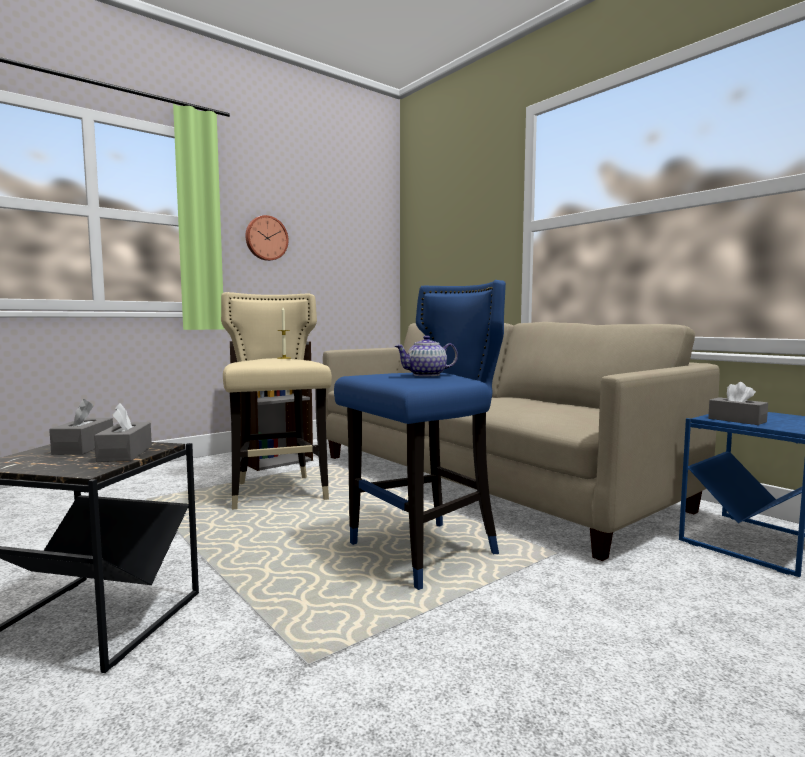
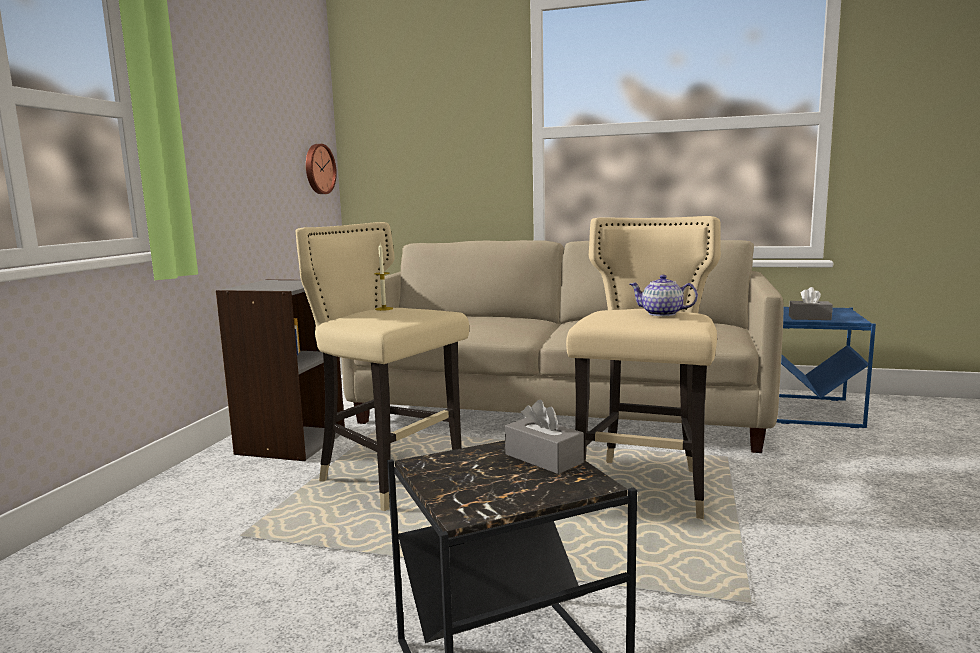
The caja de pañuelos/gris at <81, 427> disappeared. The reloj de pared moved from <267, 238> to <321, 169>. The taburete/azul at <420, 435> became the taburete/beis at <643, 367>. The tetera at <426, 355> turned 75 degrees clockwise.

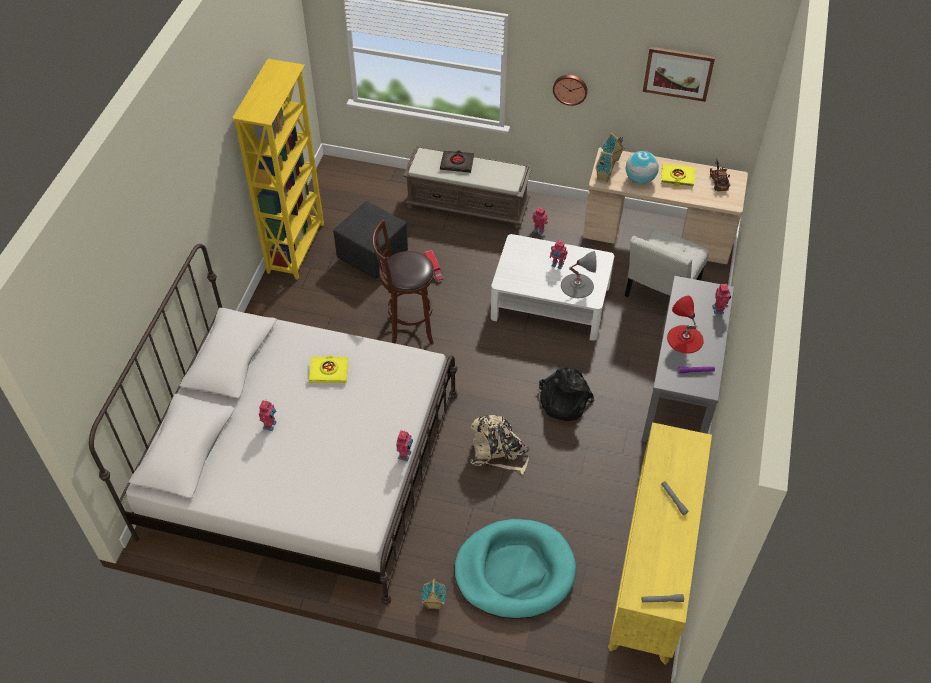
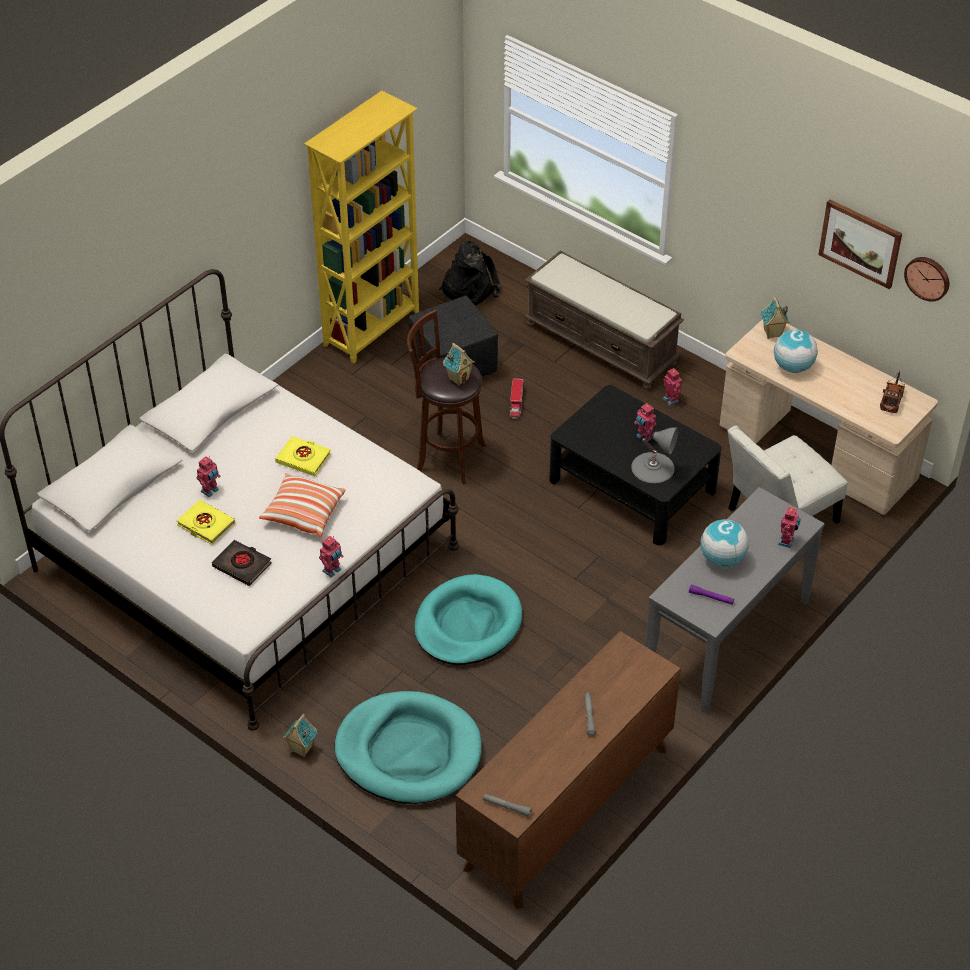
The cojín at <302, 505> appeared. The libro/negro moved from <457, 162> to <242, 563>. The mochila/negro moved from <566, 394> to <469, 273>. The reloj de pared moved from <570, 90> to <926, 279>. The casita moved from <605, 166> to <459, 364>. The libro/amarillo moved from <678, 175> to <205, 522>. The mochila/beis at <499, 444> was replaced by the cama para perro/turquesa at <468, 619>. The lámpara de mesa/rojo at <685, 325> was replaced by the globo terráqueo at <724, 543>. The mesa de centro/blanco at <552, 287> became the mesa de centro/negro at <635, 465>. The cómoda/amarillo at <660, 543> became the cómoda/marrón at <568, 770>.

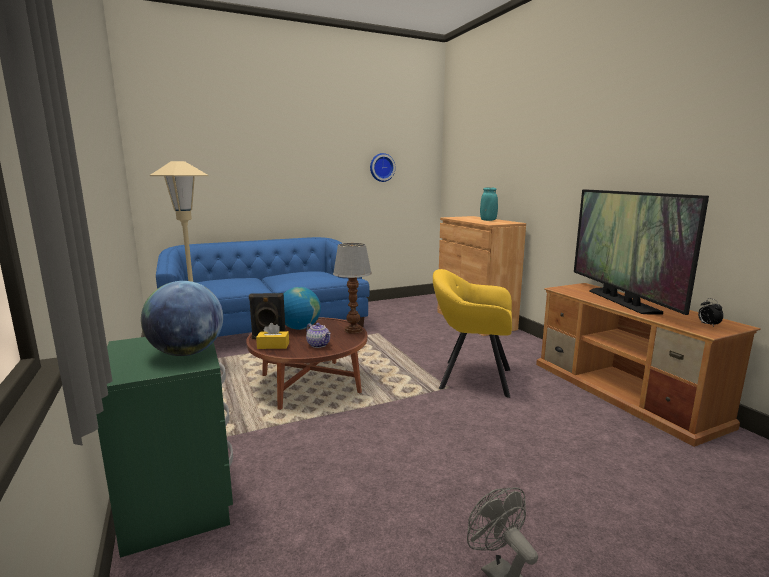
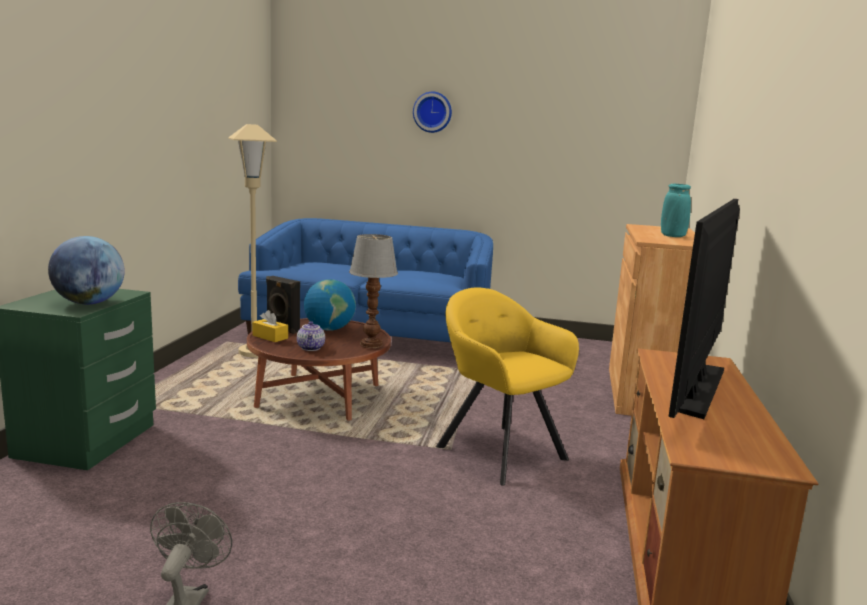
The despertador at <710, 312> disappeared. The reloj de pared moved from <382, 167> to <432, 112>.

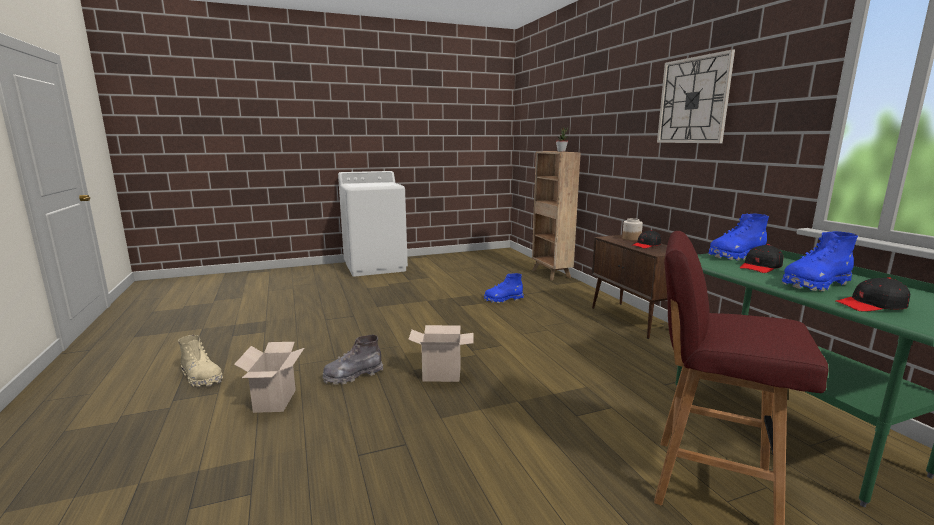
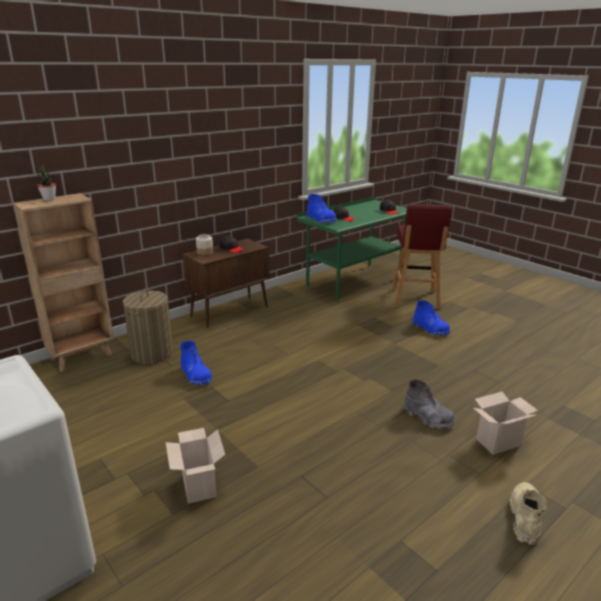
The reloj de pared at <696, 96> disappeared. The cesto de la ropa at <148, 326> appeared. The caja de cartón moved from <440, 353> to <195, 466>. The bota/azul moved from <820, 261> to <431, 318>.

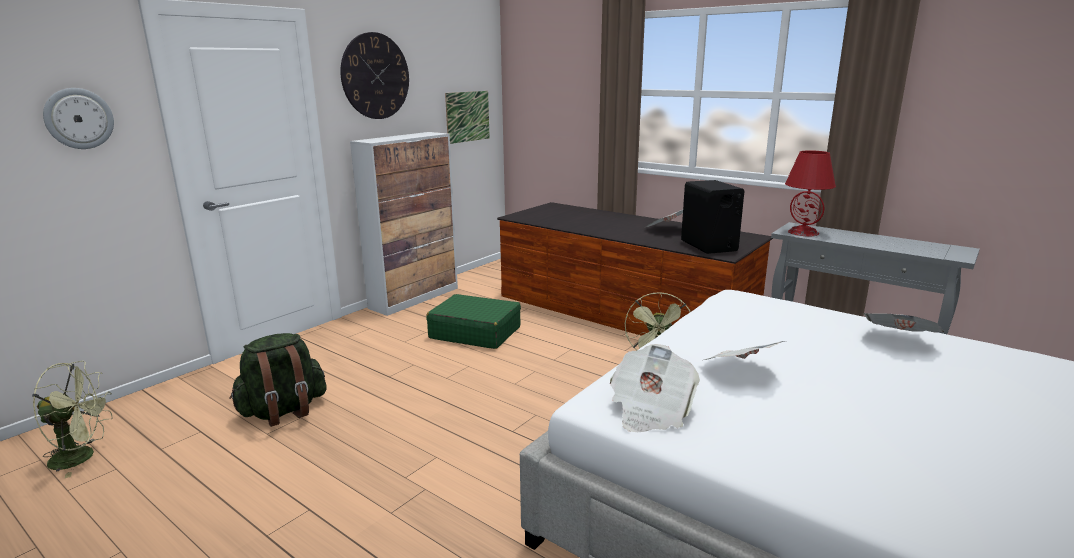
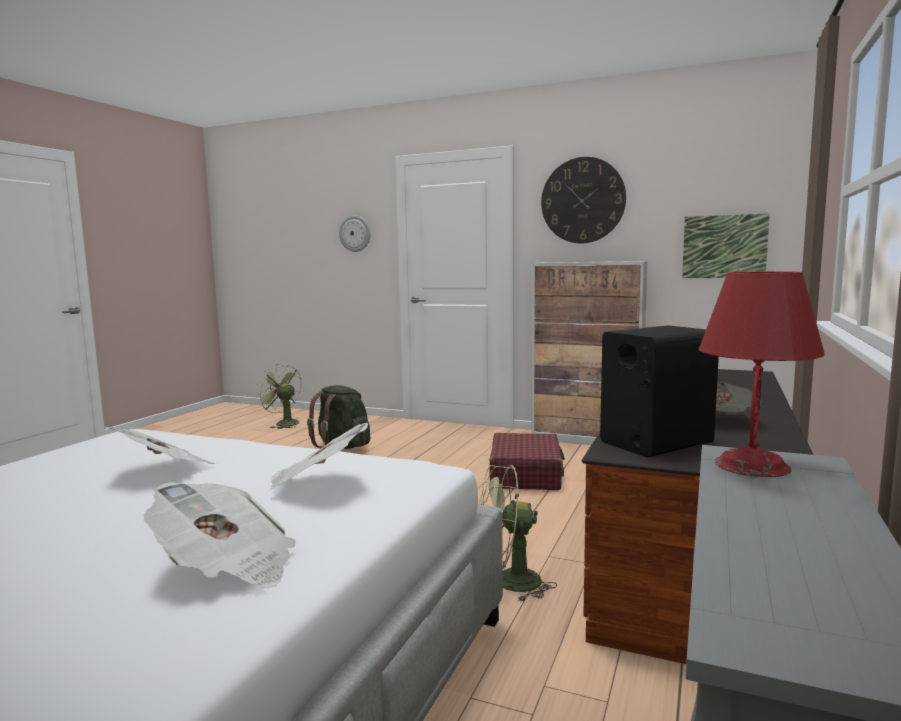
The periódico moved from <655, 388> to <319, 456>. The maleta/verde at <474, 321> became the maleta/rojo at <527, 461>. The ventilador/verde at <72, 419> turned 150 degrees clockwise.

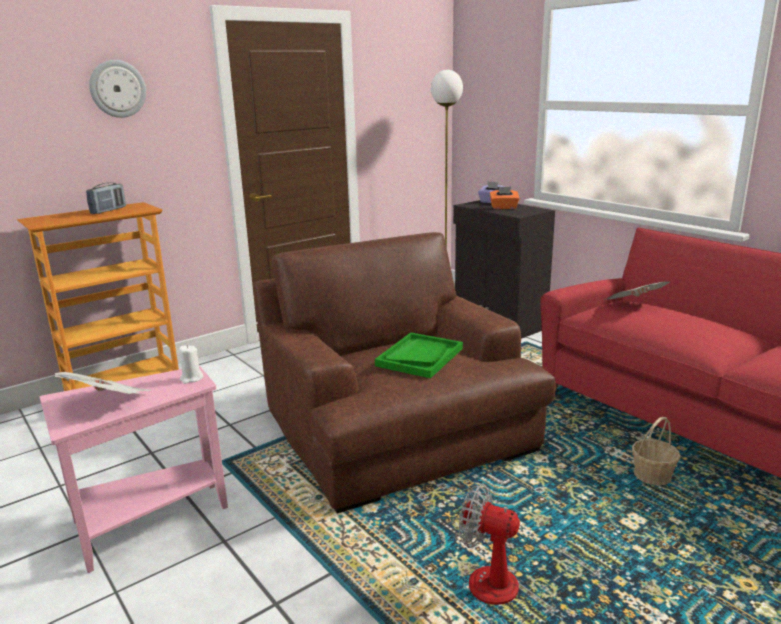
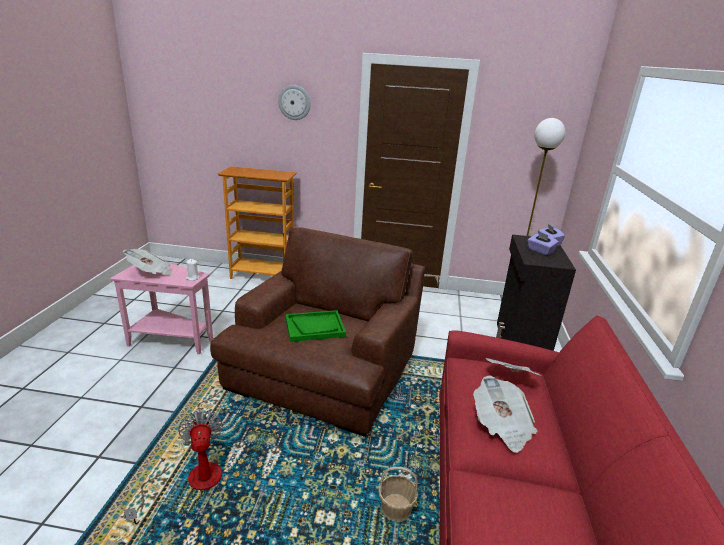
The radio at <106, 198> disappeared. The periódico at <505, 414> appeared. The caja de pañuelos/naranja at <504, 198> became the caja de pañuelos/morado at <543, 243>.

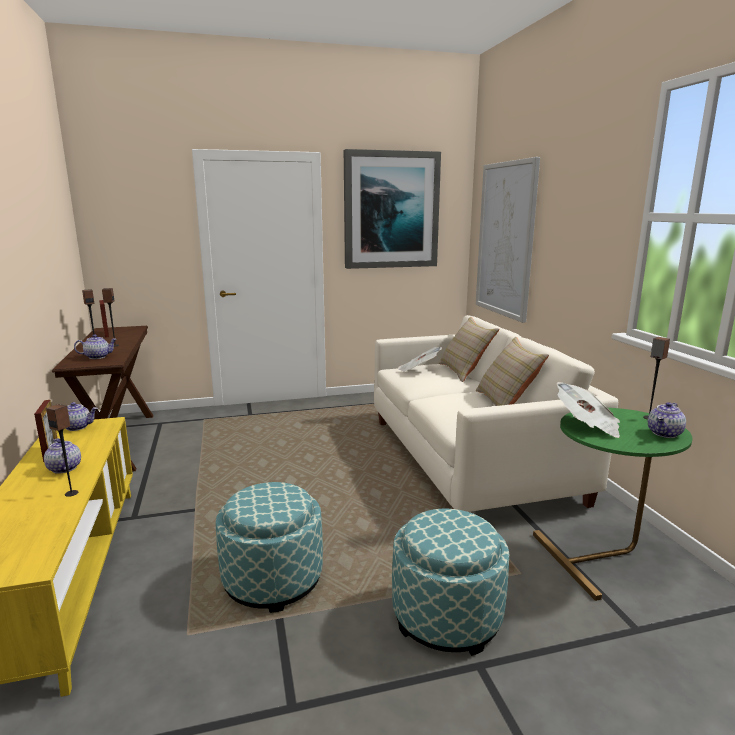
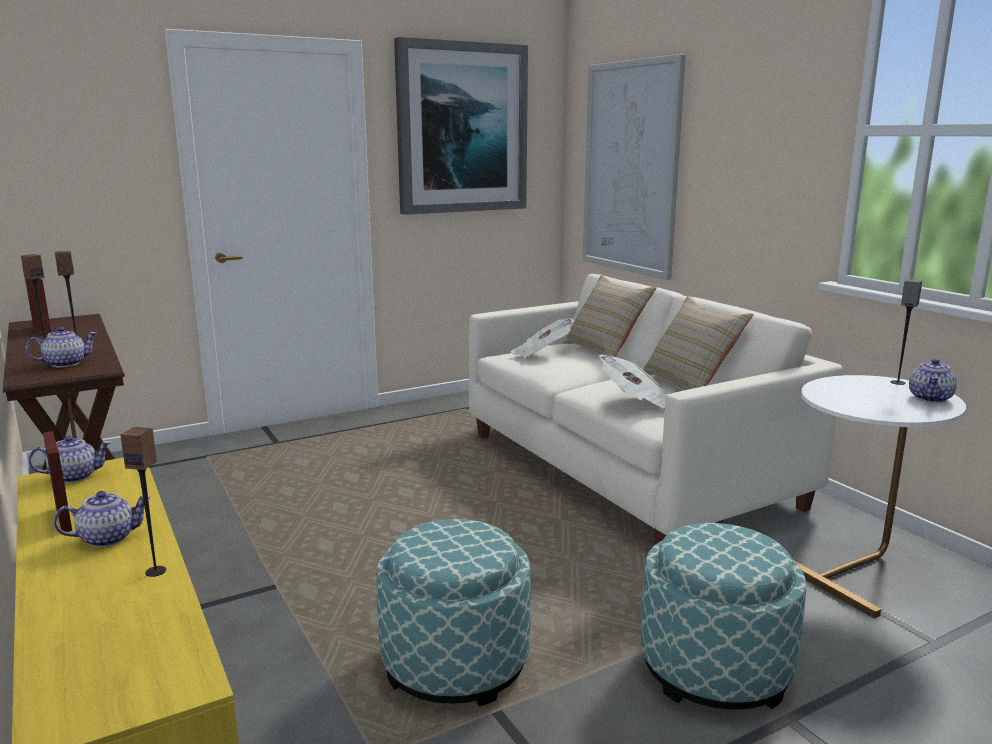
The periódico moved from <588, 410> to <633, 381>. The mesa auxiliar/verde at <612, 504> became the mesa auxiliar/blanco at <879, 497>. The tetera at <62, 456> turned 120 degrees clockwise.

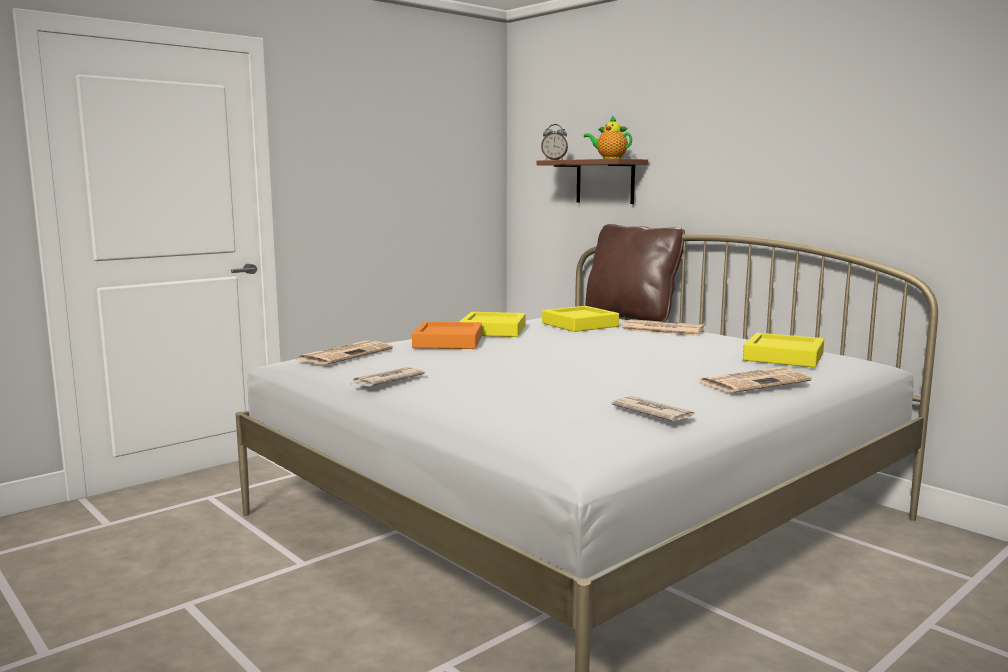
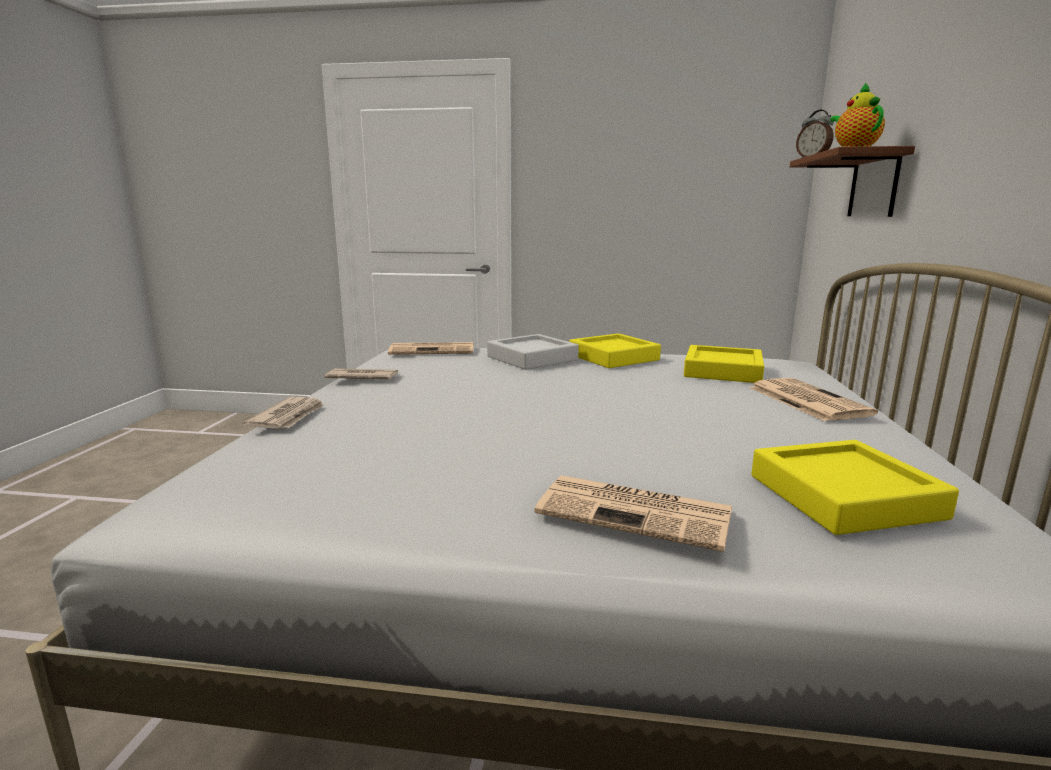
The cojín/marrón at <635, 273> disappeared. The periódico moved from <653, 408> to <283, 413>. The bandeja/naranja at <447, 335> became the bandeja/gris at <533, 352>.

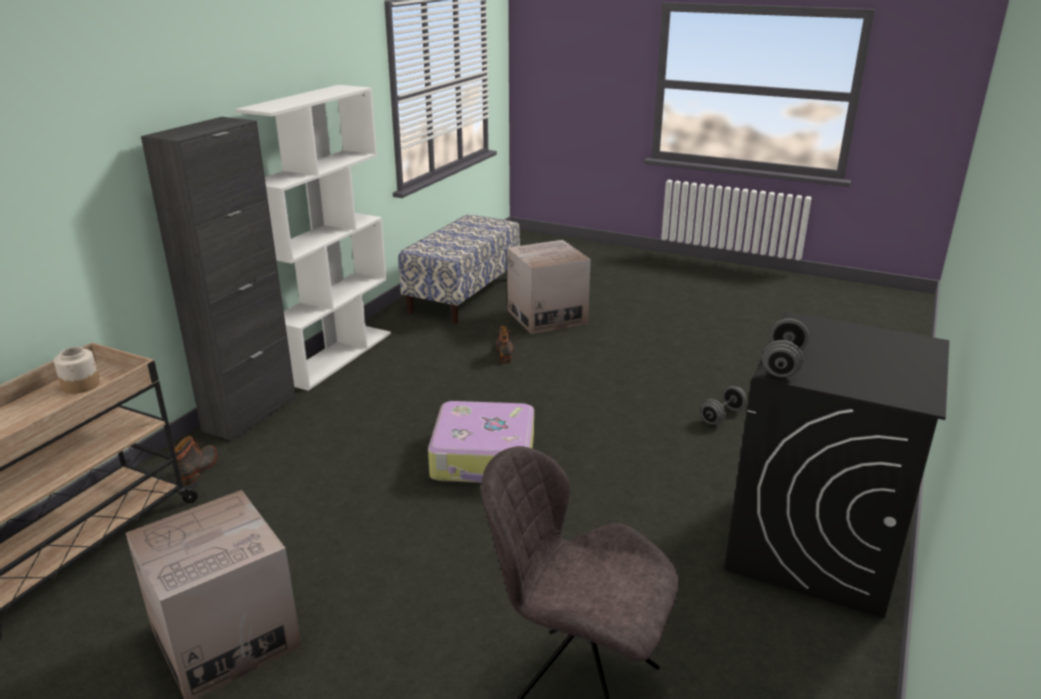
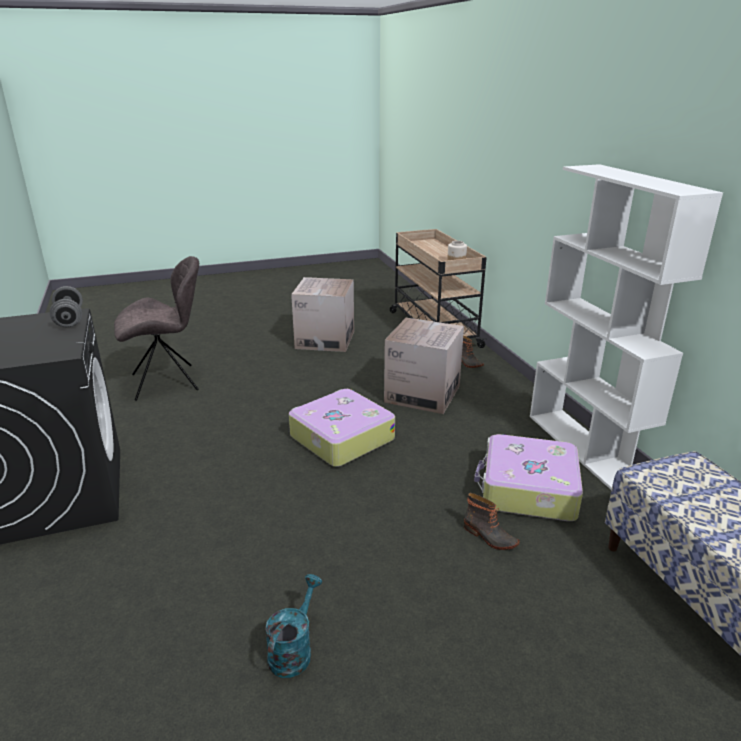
The armario/negro at <218, 279> disappeared. The mancuerna/gris at <724, 405> disappeared. The regadera/turquesa at <293, 626> appeared. The maleta at <528, 477> appeared. The caja de cartón moved from <549, 287> to <424, 366>.

